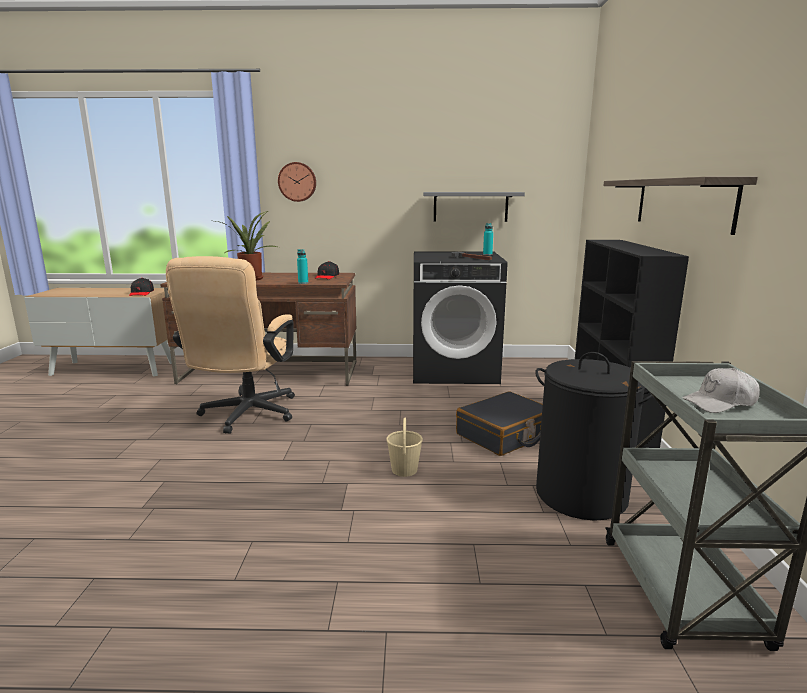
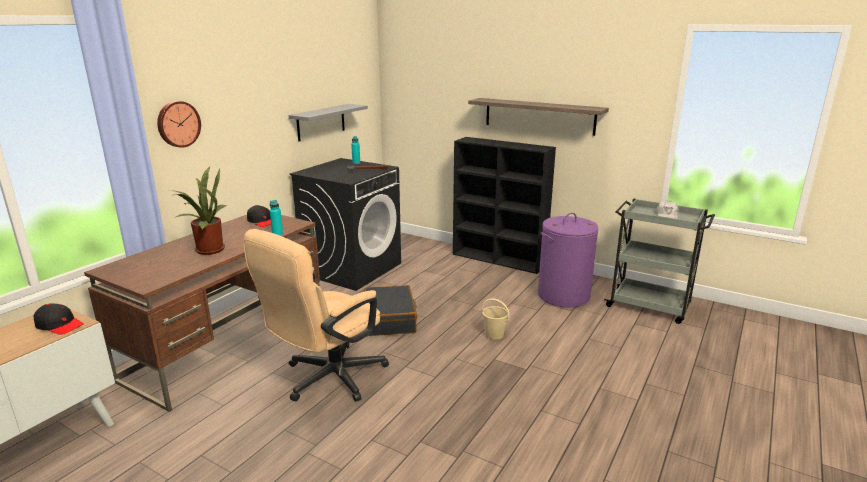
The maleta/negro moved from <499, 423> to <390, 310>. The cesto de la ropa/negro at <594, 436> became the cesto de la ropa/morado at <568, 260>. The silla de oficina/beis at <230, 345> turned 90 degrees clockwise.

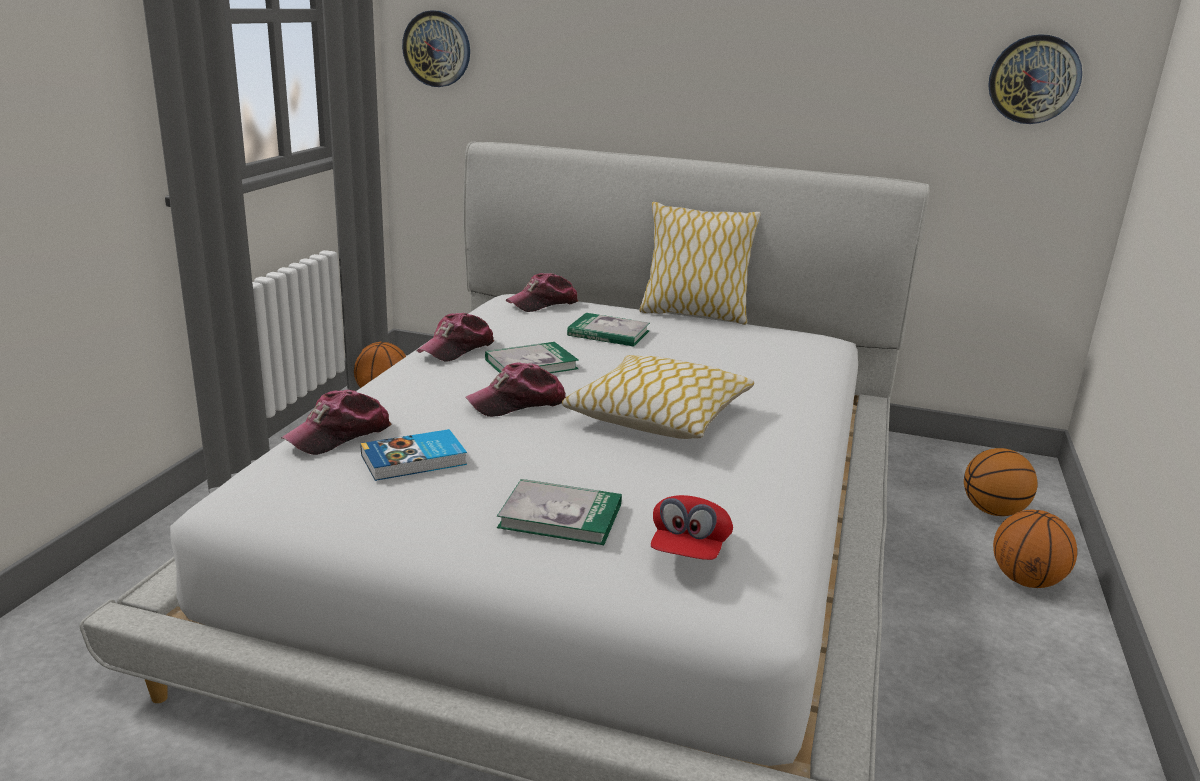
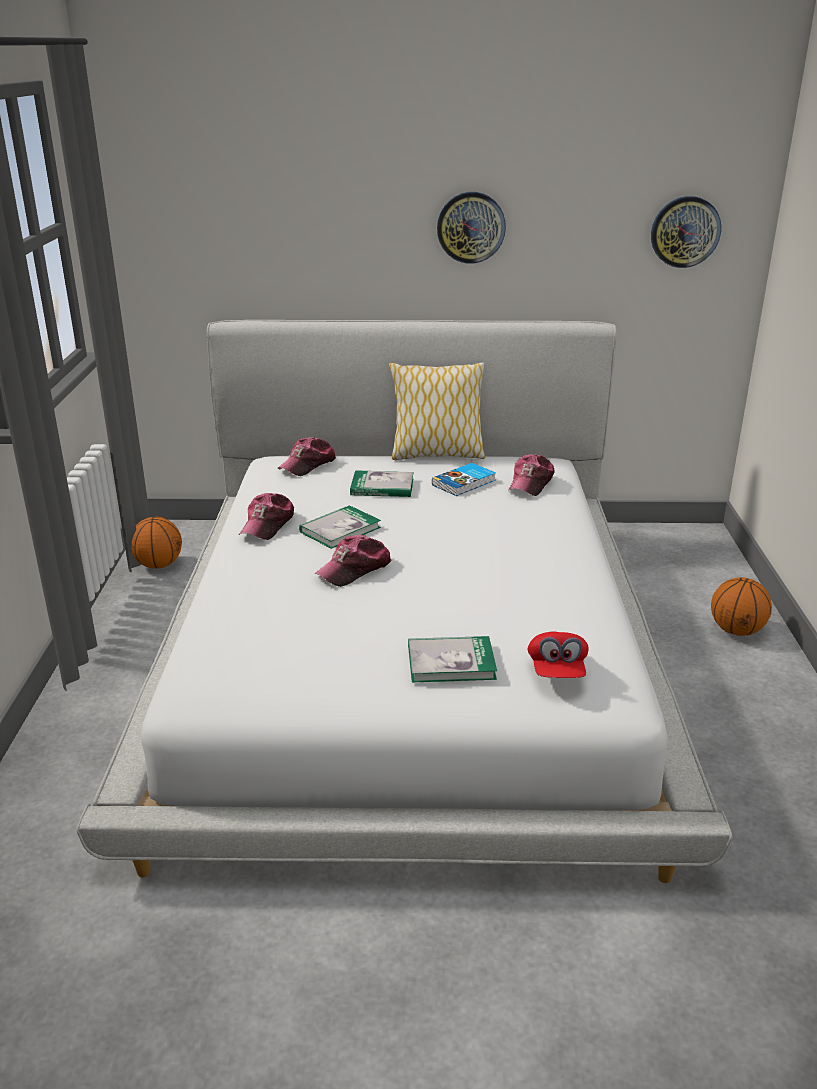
The cojín at <658, 397> disappeared. The balón de baloncesto at <1001, 482> disappeared. The gorra moved from <336, 422> to <532, 475>. The libro moved from <413, 455> to <464, 479>. The reloj de pared moved from <436, 48> to <471, 227>.

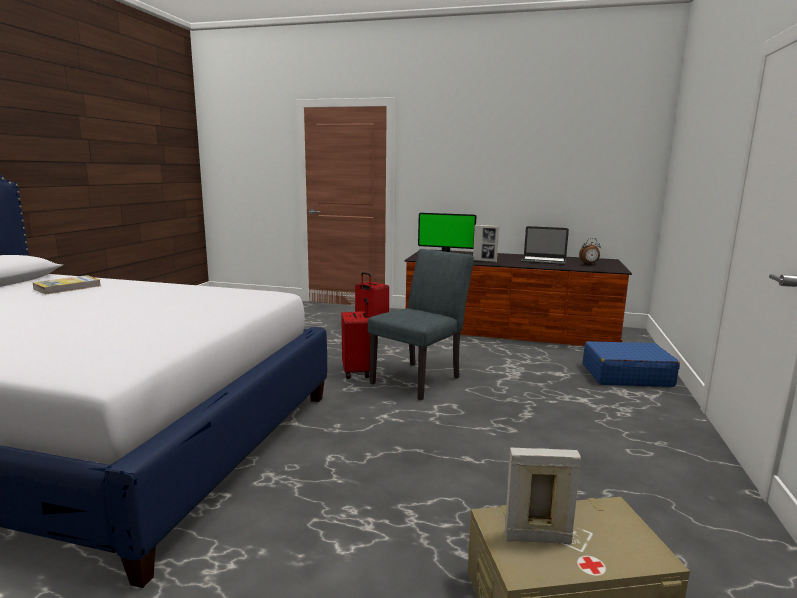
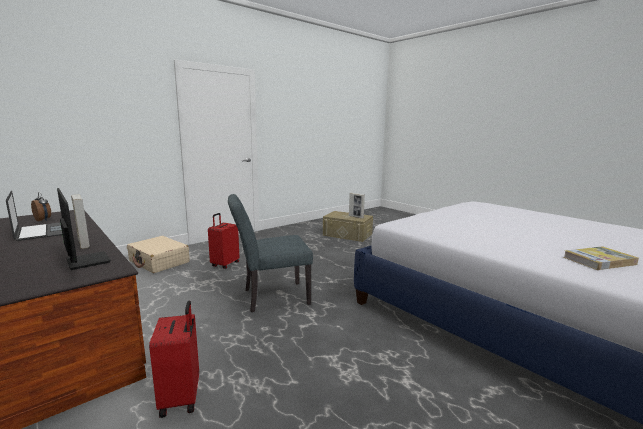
The maleta/rojo moved from <355, 338> to <223, 241>. The maleta/azul at <631, 364> became the maleta/beis at <158, 254>.

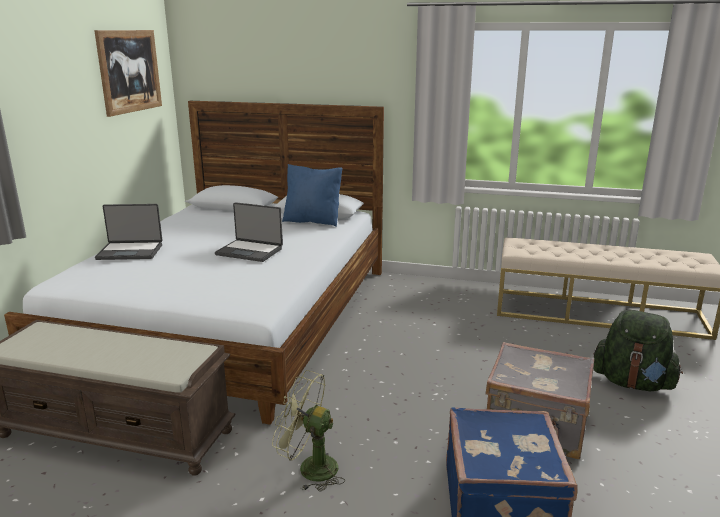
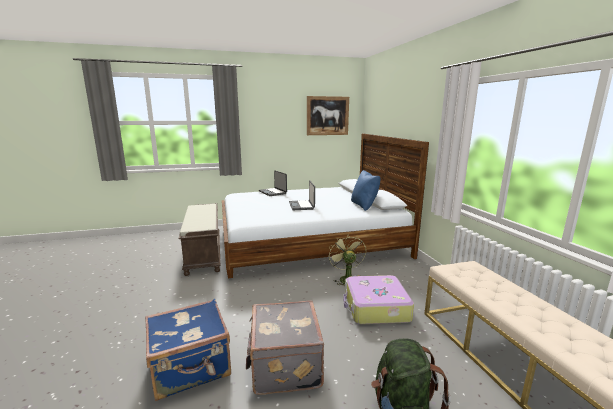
The maleta at <378, 299> appeared. The ventilador/verde moved from <308, 431> to <347, 260>.

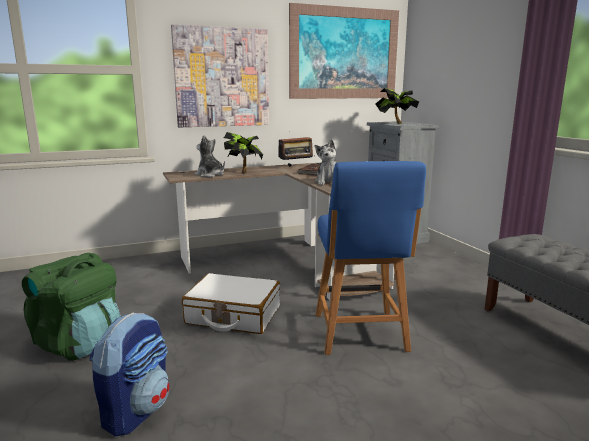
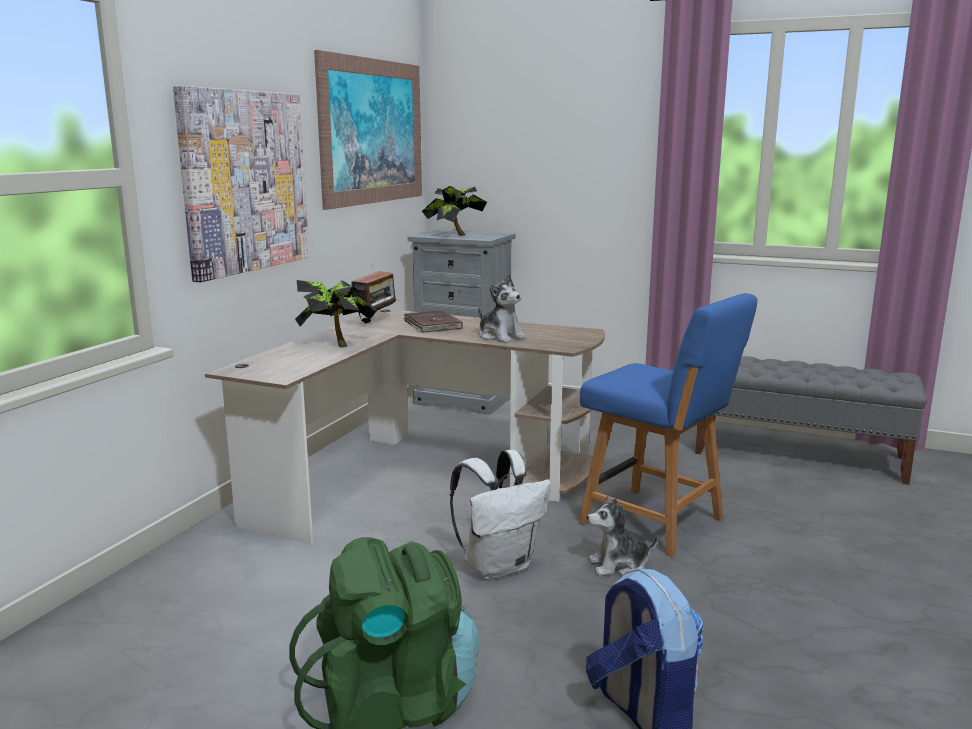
The peluche moved from <209, 156> to <622, 535>. The maleta/blanco at <231, 303> was replaced by the mochila/blanco at <500, 515>.

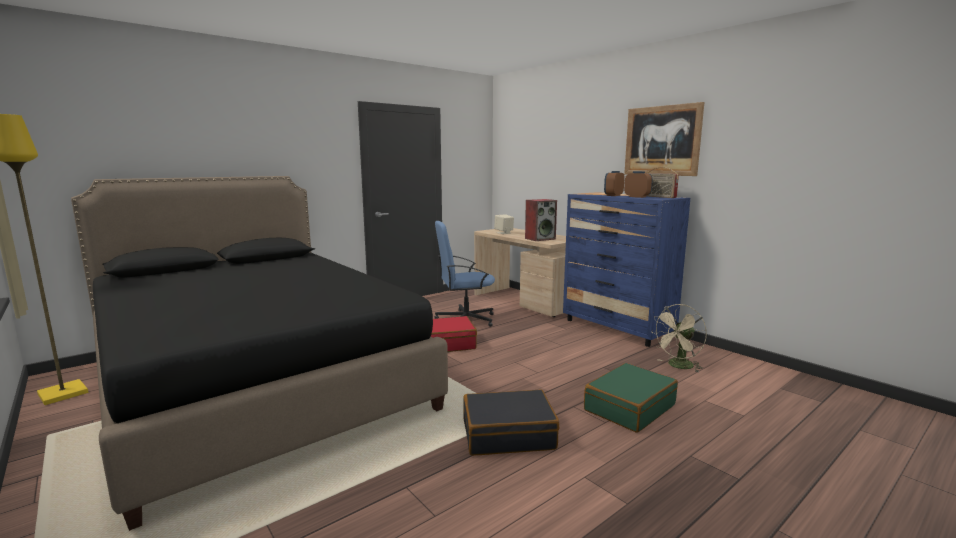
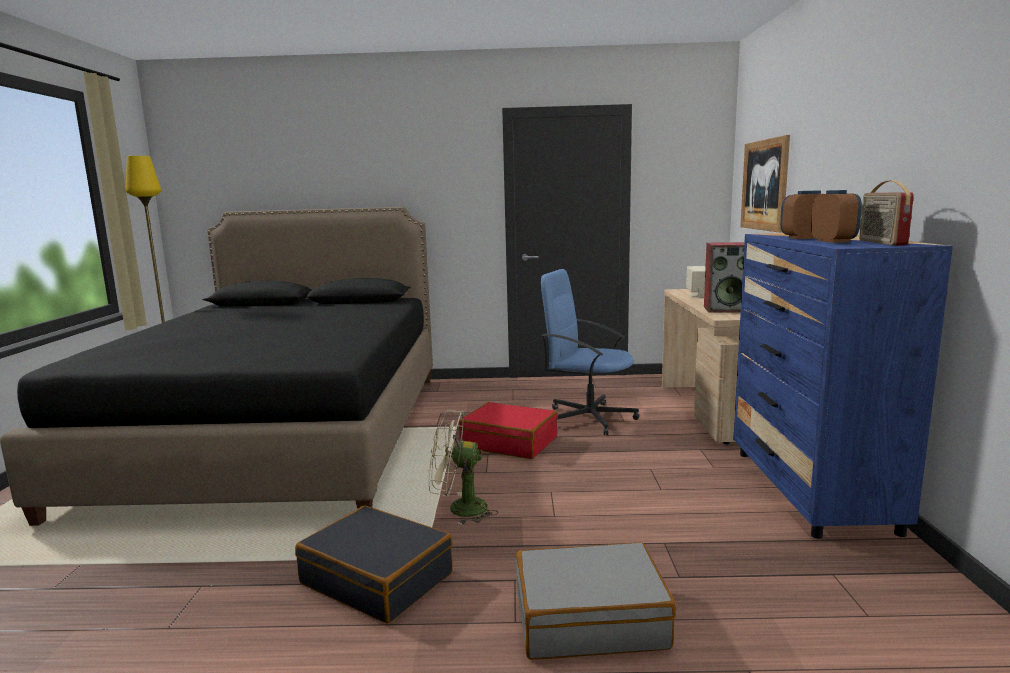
The cuadro moved from <664, 139> to <765, 184>. The ventilador/beis moved from <680, 338> to <463, 467>. The maleta/verde at <631, 398> became the maleta/gris at <596, 601>.

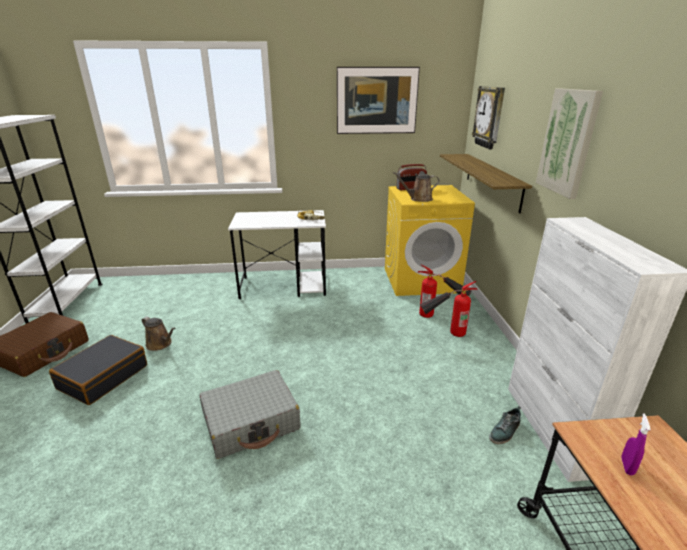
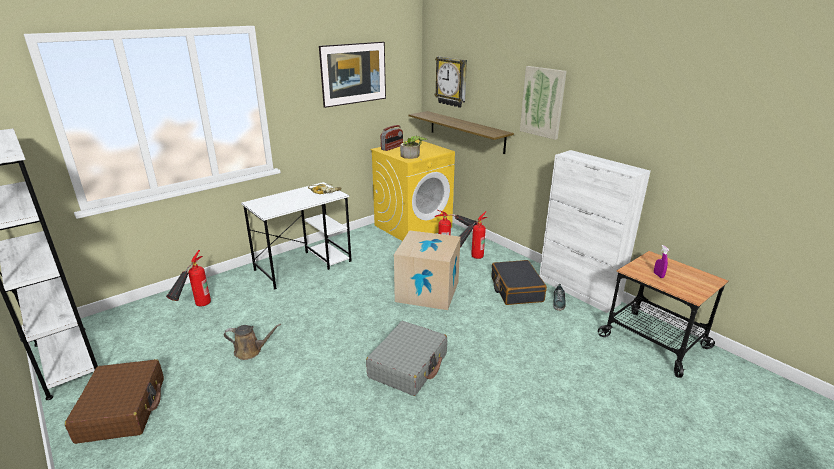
The extintor at <188, 278> appeared. The caja de cartón at <427, 270> appeared. The maleta/negro moved from <98, 370> to <519, 282>. The regadera/marrón at <416, 187> was replaced by the planta en maceta at <414, 147>.

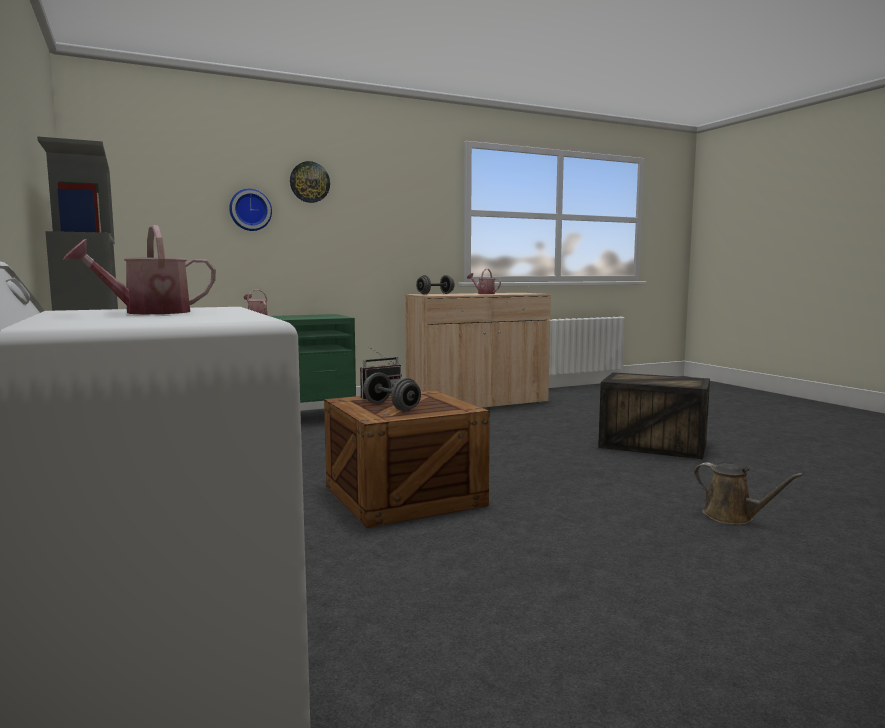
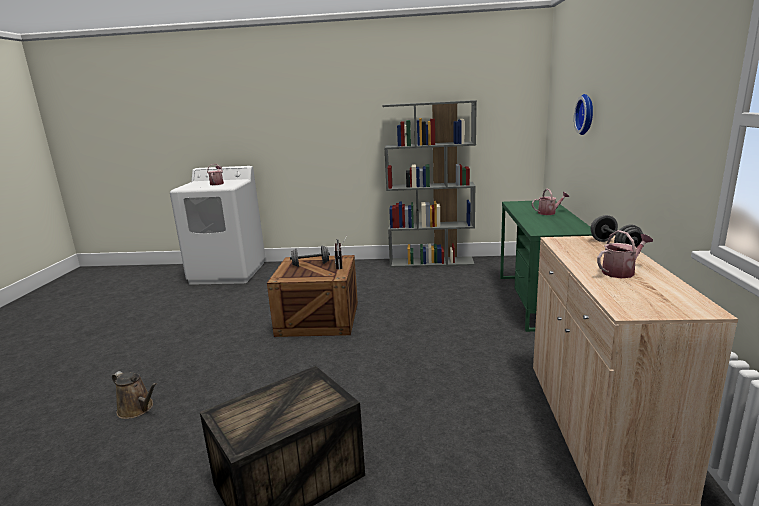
The reloj de pared at <310, 182> disappeared. The regadera/marrón at <749, 493> turned 135 degrees counterclockwise.

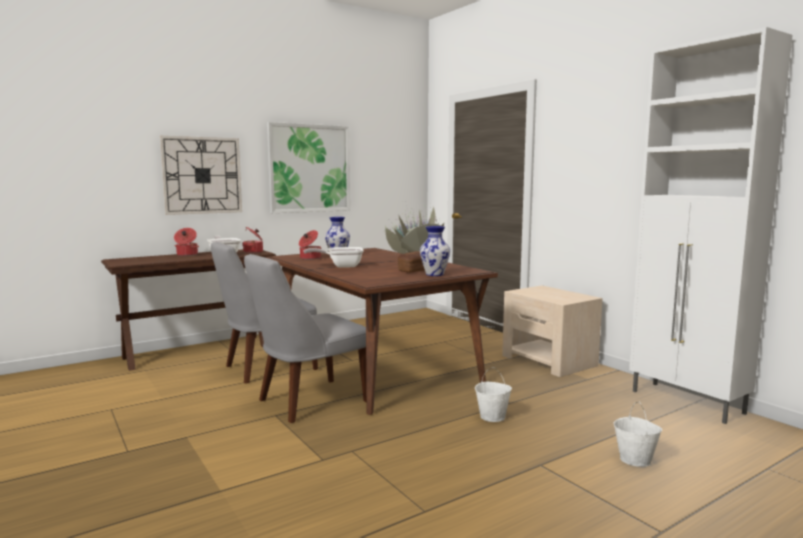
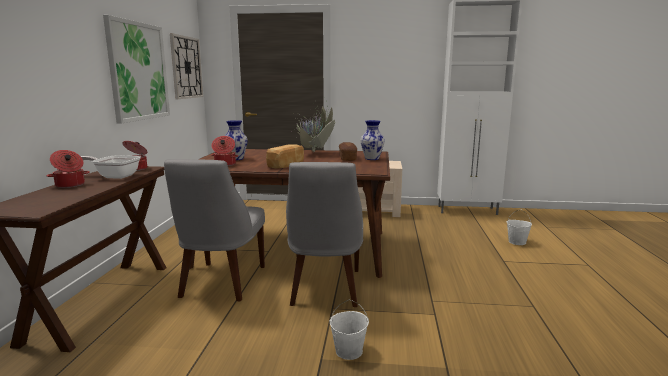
The reloj de pared moved from <201, 175> to <186, 66>. The cubo/blanco moved from <493, 394> to <349, 329>. The sartén at <333, 257> was replaced by the pan at <285, 156>.

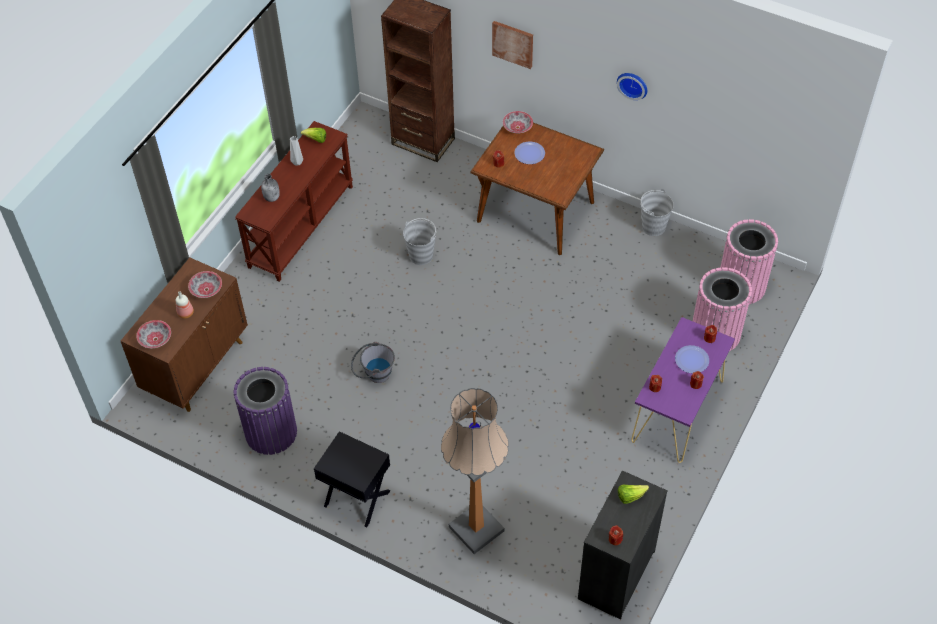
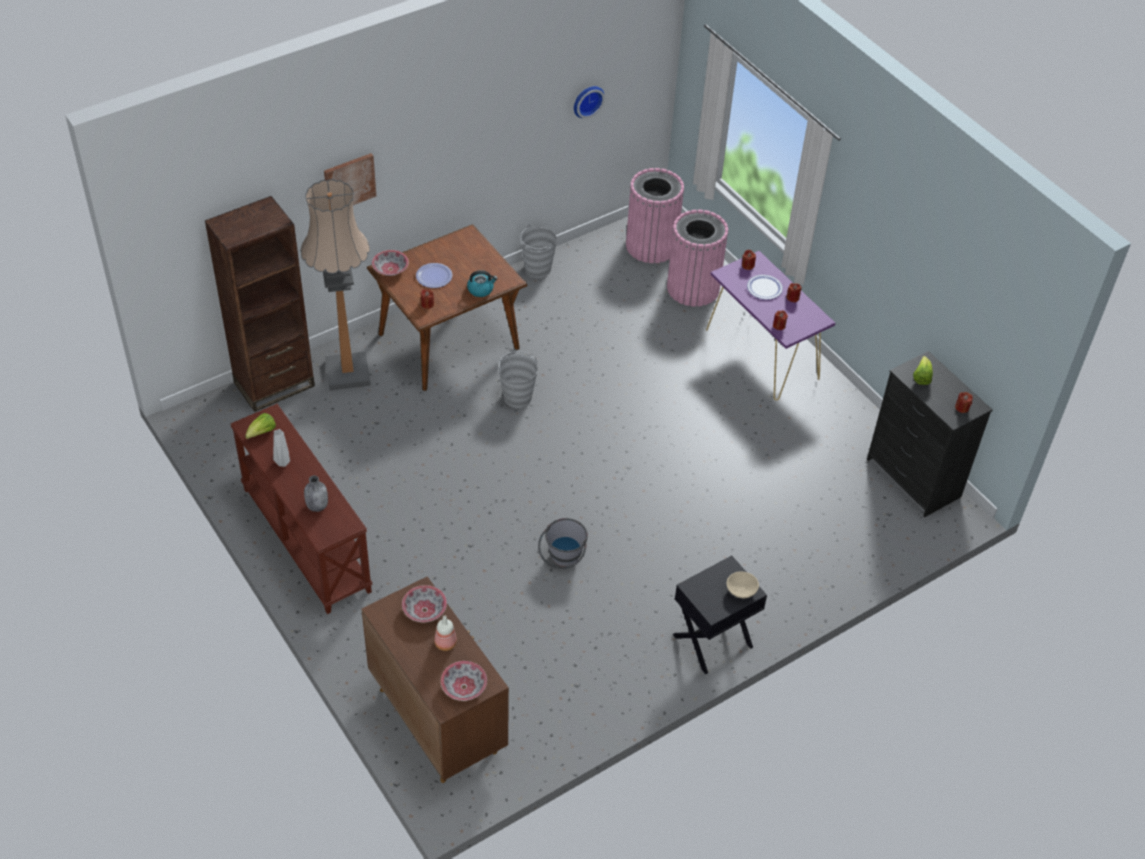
The papelera/morado at <265, 411> disappeared. The hervidor at <482, 283> appeared. The cuenco/beis at <742, 585> appeared. The cubo/gris moved from <419, 241> to <517, 379>. The lámpara de pie moved from <475, 471> to <336, 284>. The reloj de pared moved from <632, 86> to <589, 102>.

